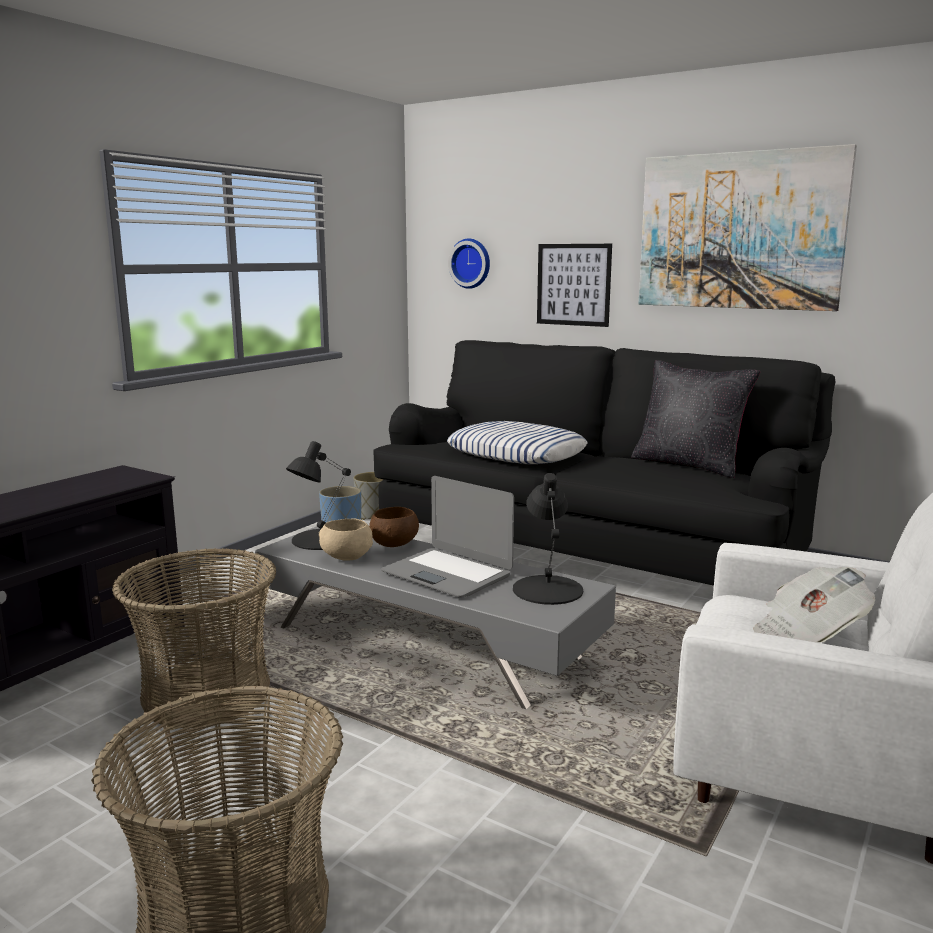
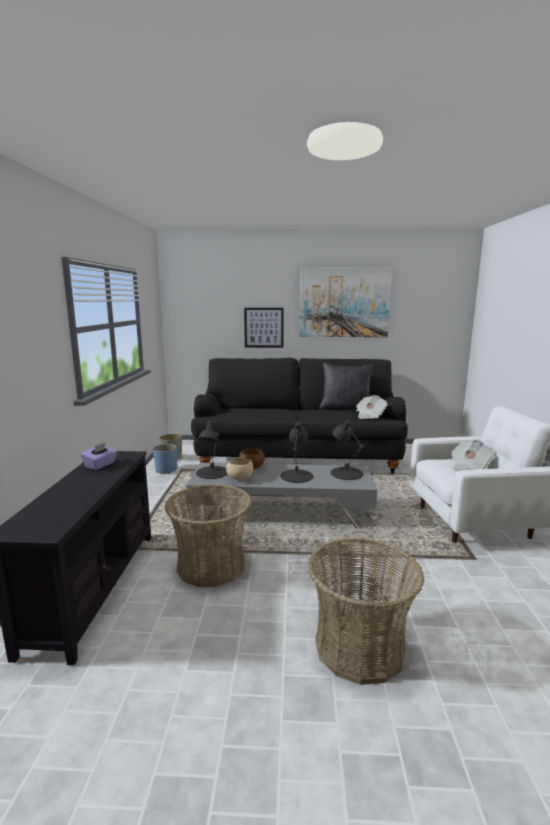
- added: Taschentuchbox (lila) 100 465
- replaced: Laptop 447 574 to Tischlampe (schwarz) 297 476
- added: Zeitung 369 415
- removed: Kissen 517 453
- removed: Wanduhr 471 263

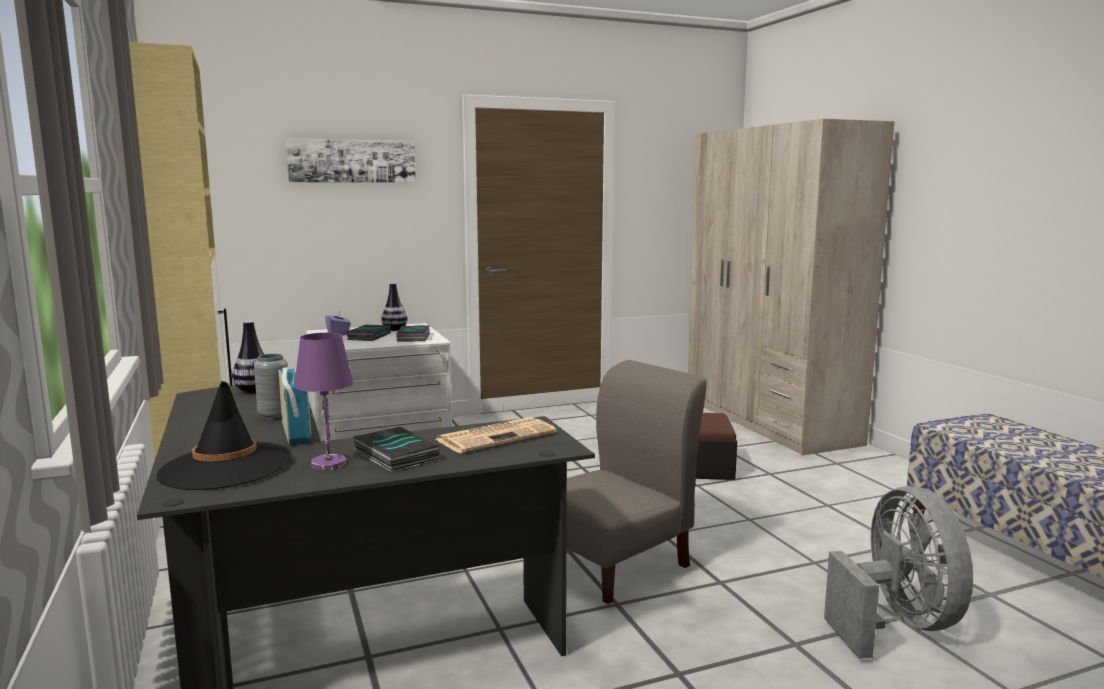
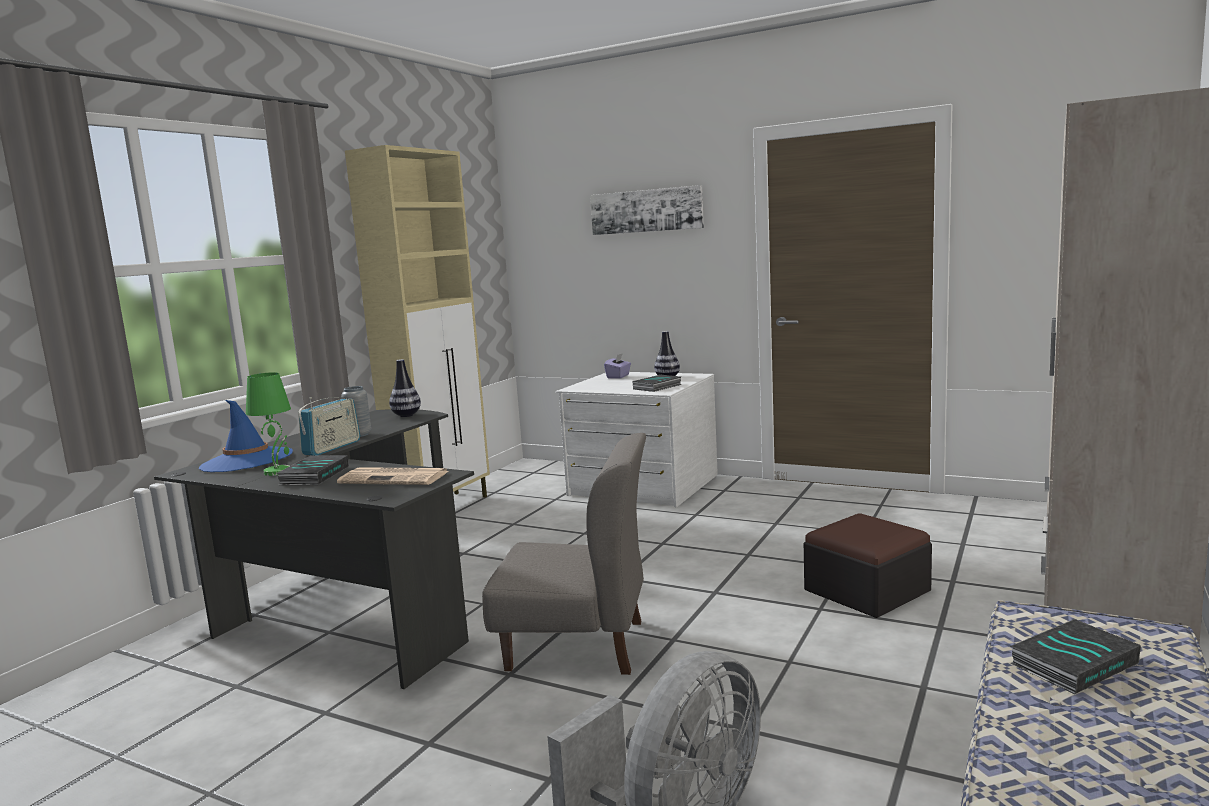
- recoloured: Hut (schwarz) 226 467 to Hut (blau) 247 461
- recoloured: Tischlampe (lila) 328 464 to Tischlampe (grün) 277 471
- moved: Buch 368 336 to 1072 662

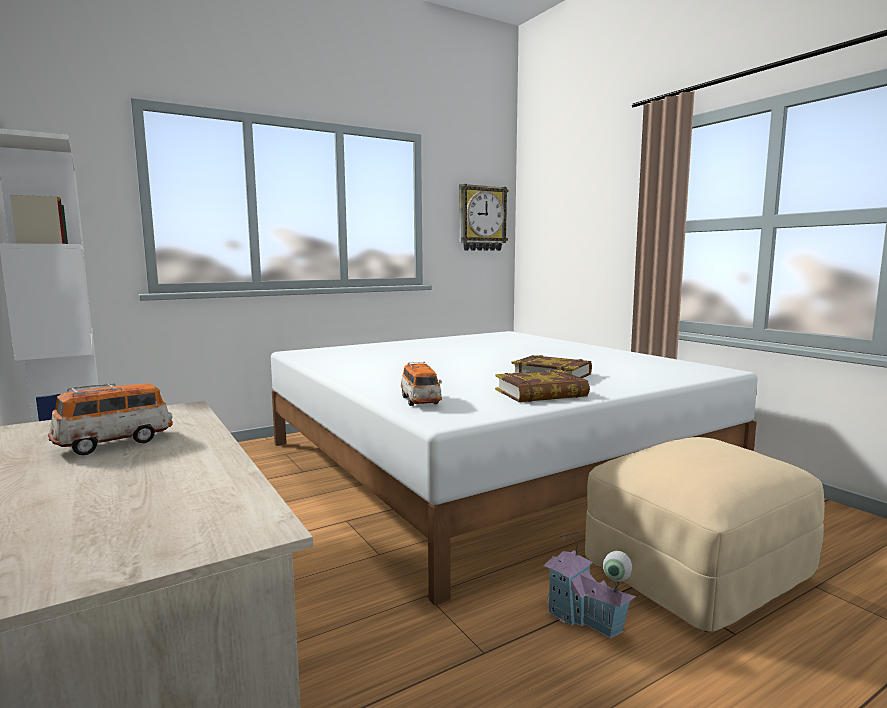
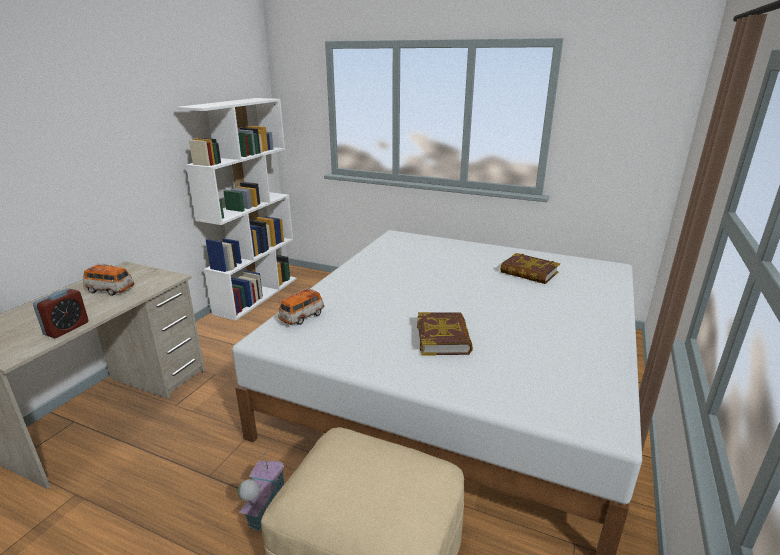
- added: Wecker 66 328
- moved: Buch 541 393 to 529 272
- removed: Wanduhr 481 218

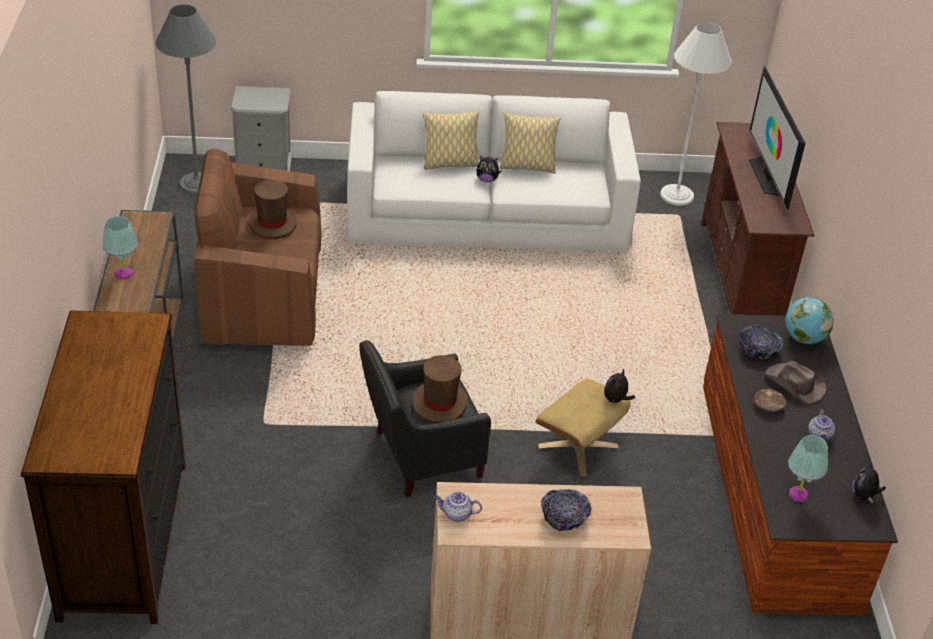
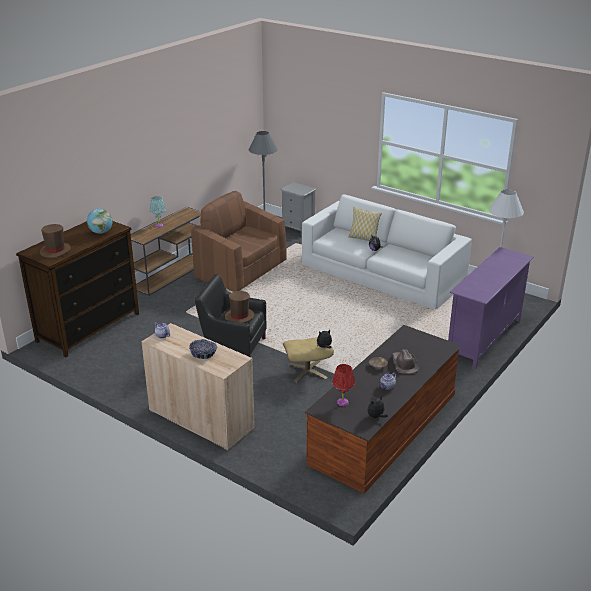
- moved: Hut (braun) 272 223 to 55 251
- moved: Globus 803 338 to 101 232
- recoloured: Tischlampe (türkis) 798 494 to Tischlampe (rot) 343 402
- recoloured: Fernsehschrank (braun) 740 276 to Fernsehschrank (lila) 484 339
- removed: Kissen 527 166
- removed: Schüssel 758 349
- removed: Fernseher 768 176

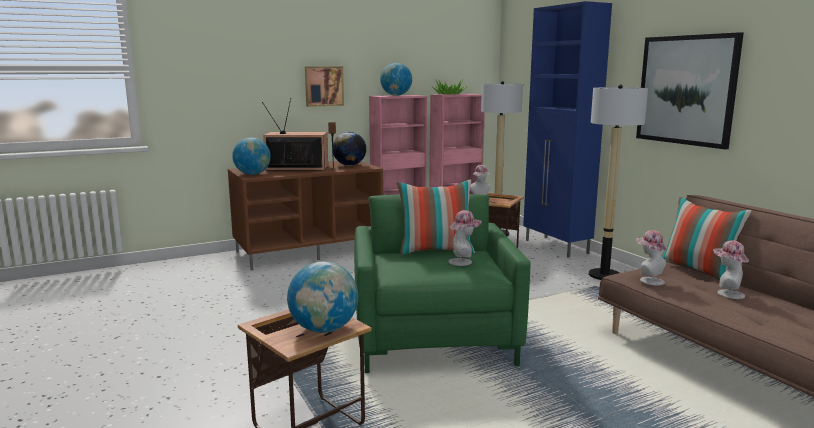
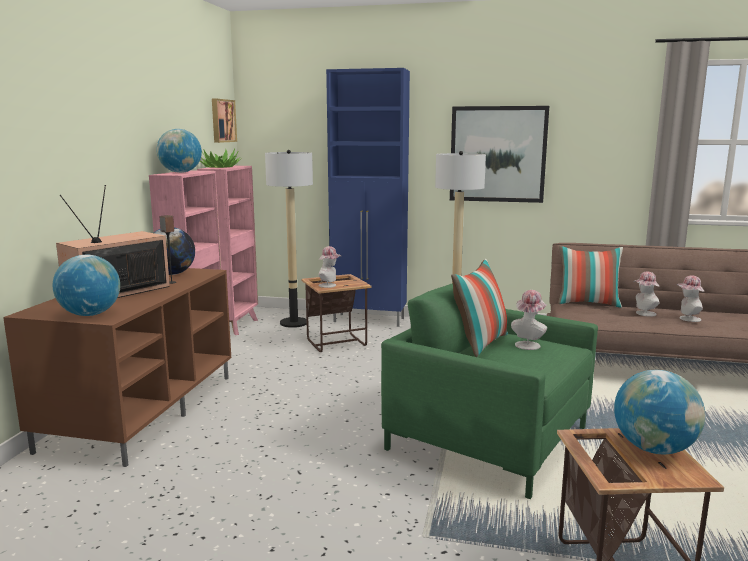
- moved: Bild 324 86 to 222 121
- moved: Hut 648 280 to 687 319

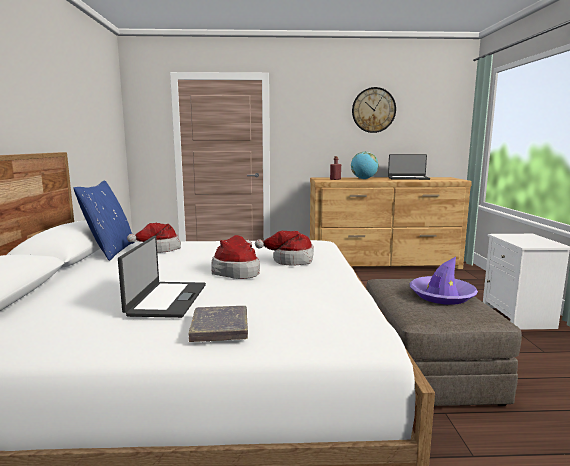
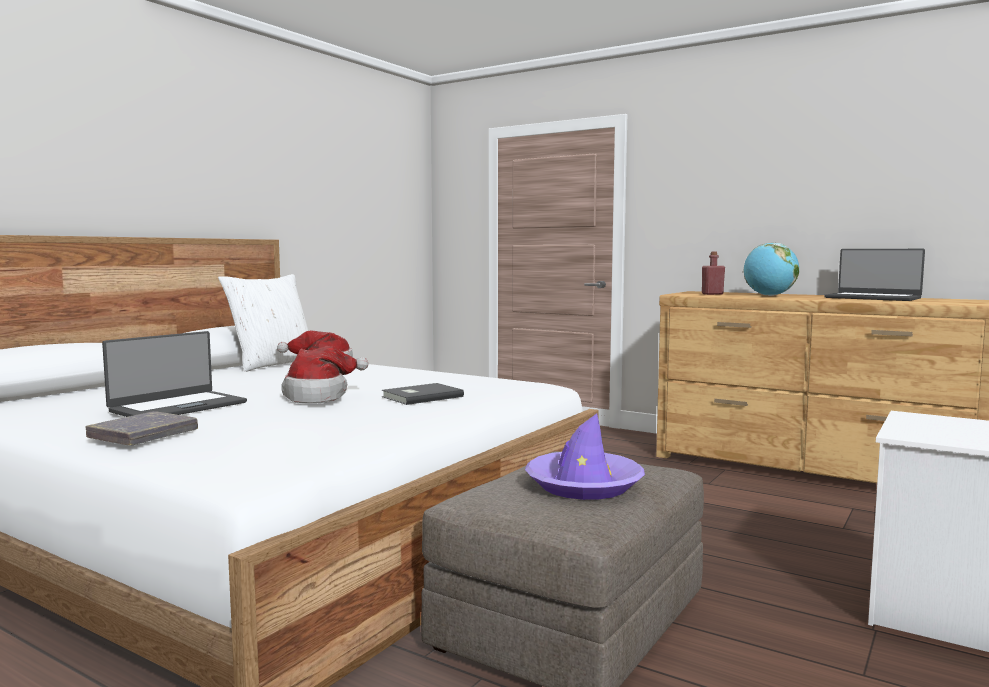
- recoloured: Kissen (blau) 110 251 to Kissen (weiß) 273 364
- replaced: Hut 291 260 to Buch (grau) 420 396
- removed: Wanduhr 373 110

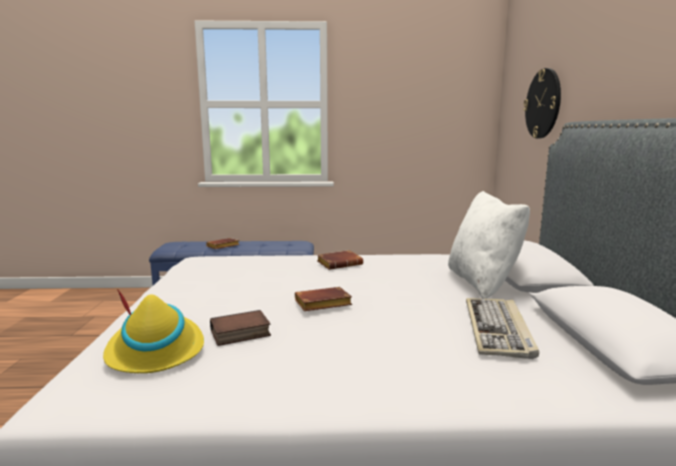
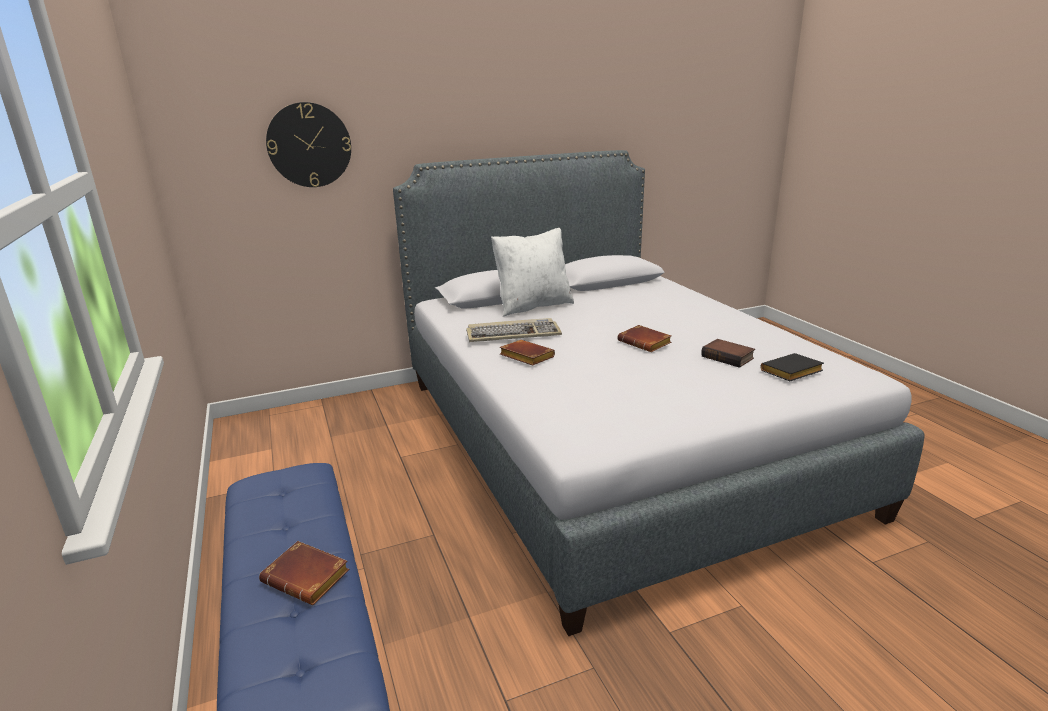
- moved: Tastatur 498 330 to 513 334
- replaced: Hut (gelb) 155 350 to Buch (schwarz) 791 373

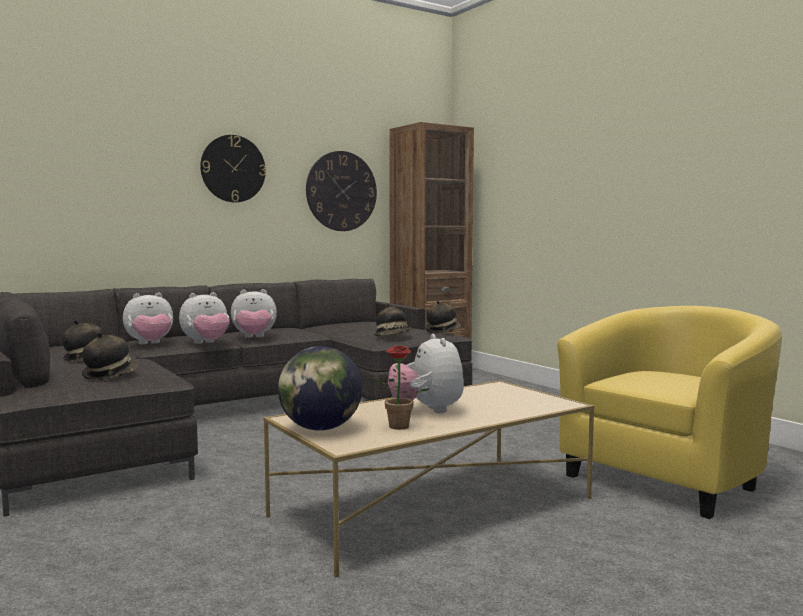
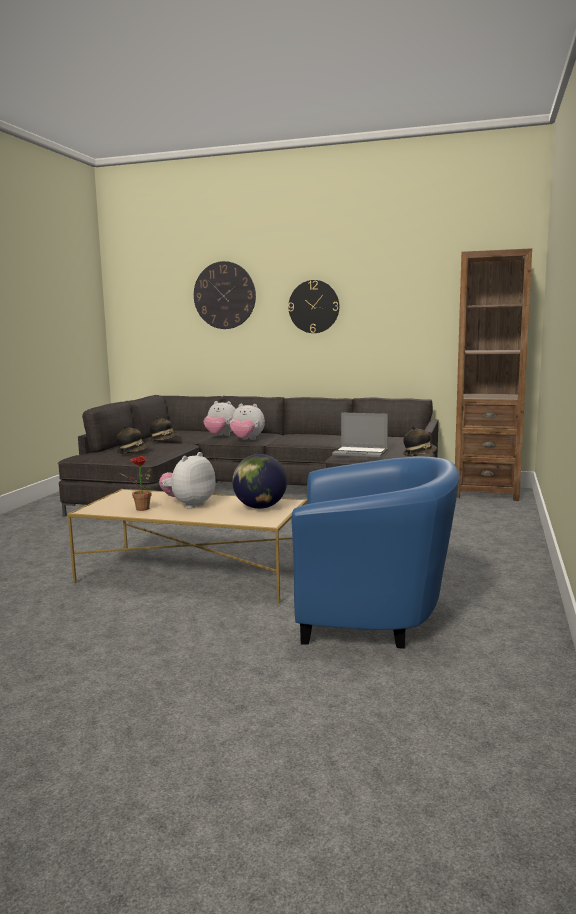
- moved: Wanduhr 341 191 to 224 295
- moved: Globus 320 428 to 259 507
- recoloured: Sessel (gelb) 668 478 to Sessel (blau) 372 615
- replaced: Hut 393 337 to Laptop 361 453
- removed: Plüschtier 254 338

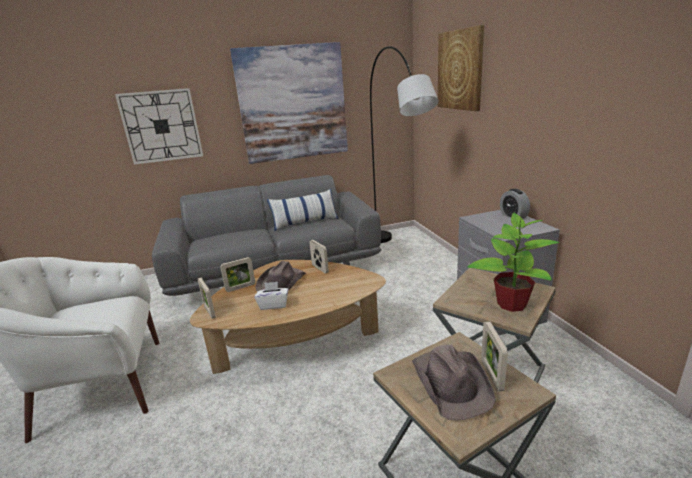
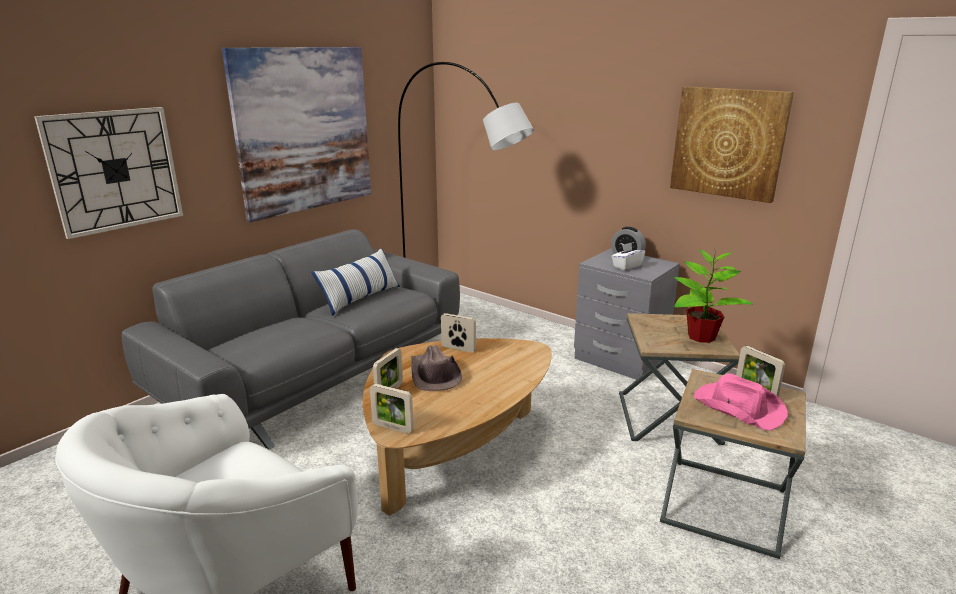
- moved: Taschentuchbox (weiß) 273 305 to 626 266
- moved: Bild 460 70 to 728 143
- recoloured: Hut (braun) 451 382 to Hut (rosa) 737 406

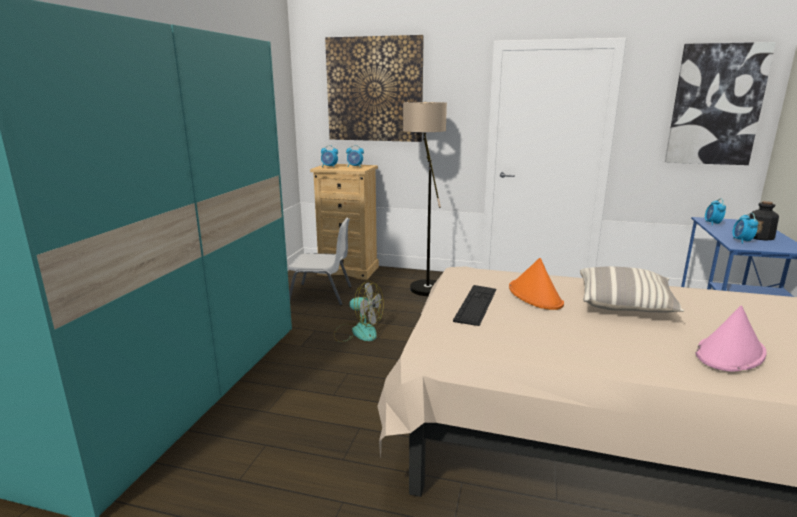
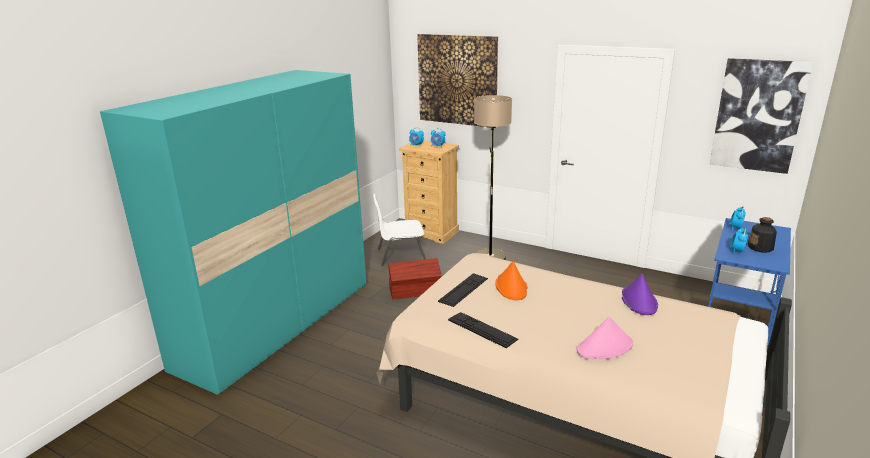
- turned: Stuhl (weiß) 321 295 = 400 255 150 degrees clockwise
- replaced: Ventilator 358 332 to Aufbewahrungsbox (braun) 415 291
- added: Tastatur 482 329
- added: Hut (lila) 638 301
- removed: Kissen 625 304

